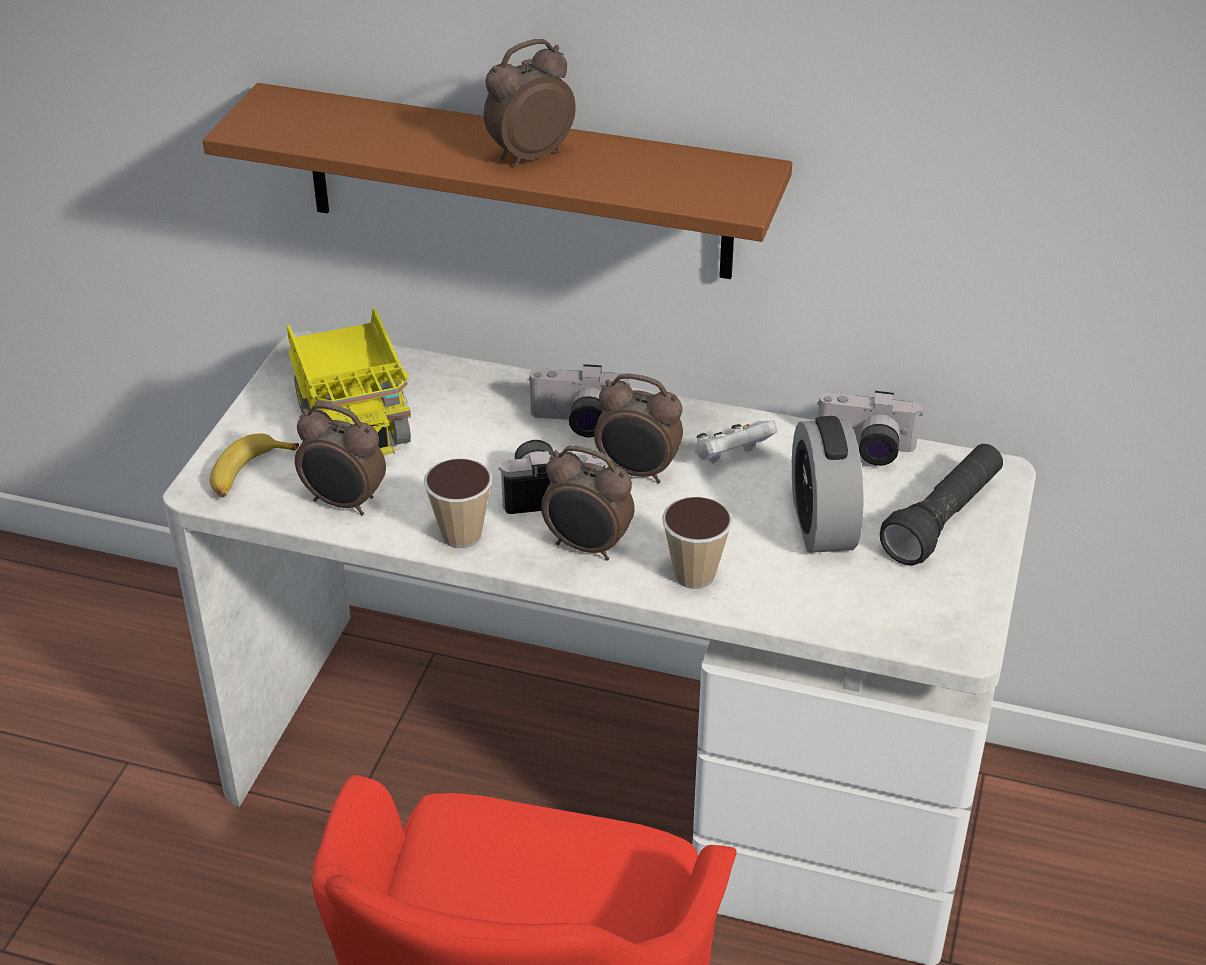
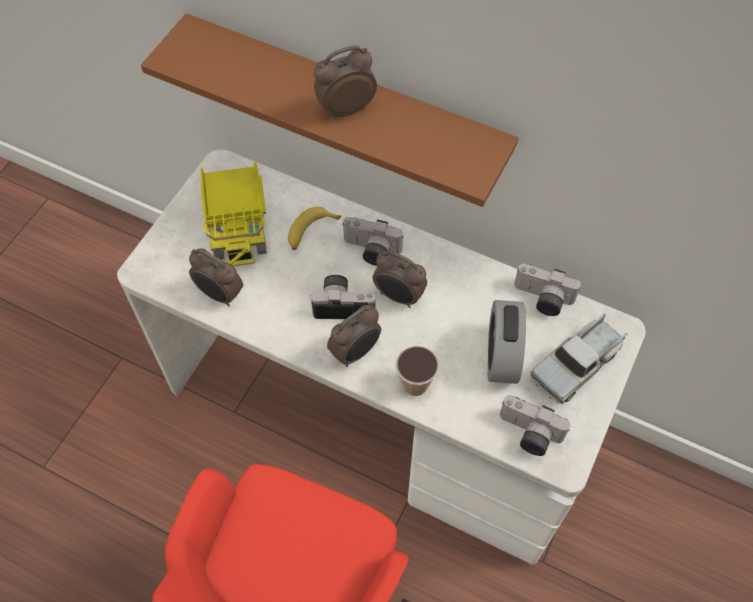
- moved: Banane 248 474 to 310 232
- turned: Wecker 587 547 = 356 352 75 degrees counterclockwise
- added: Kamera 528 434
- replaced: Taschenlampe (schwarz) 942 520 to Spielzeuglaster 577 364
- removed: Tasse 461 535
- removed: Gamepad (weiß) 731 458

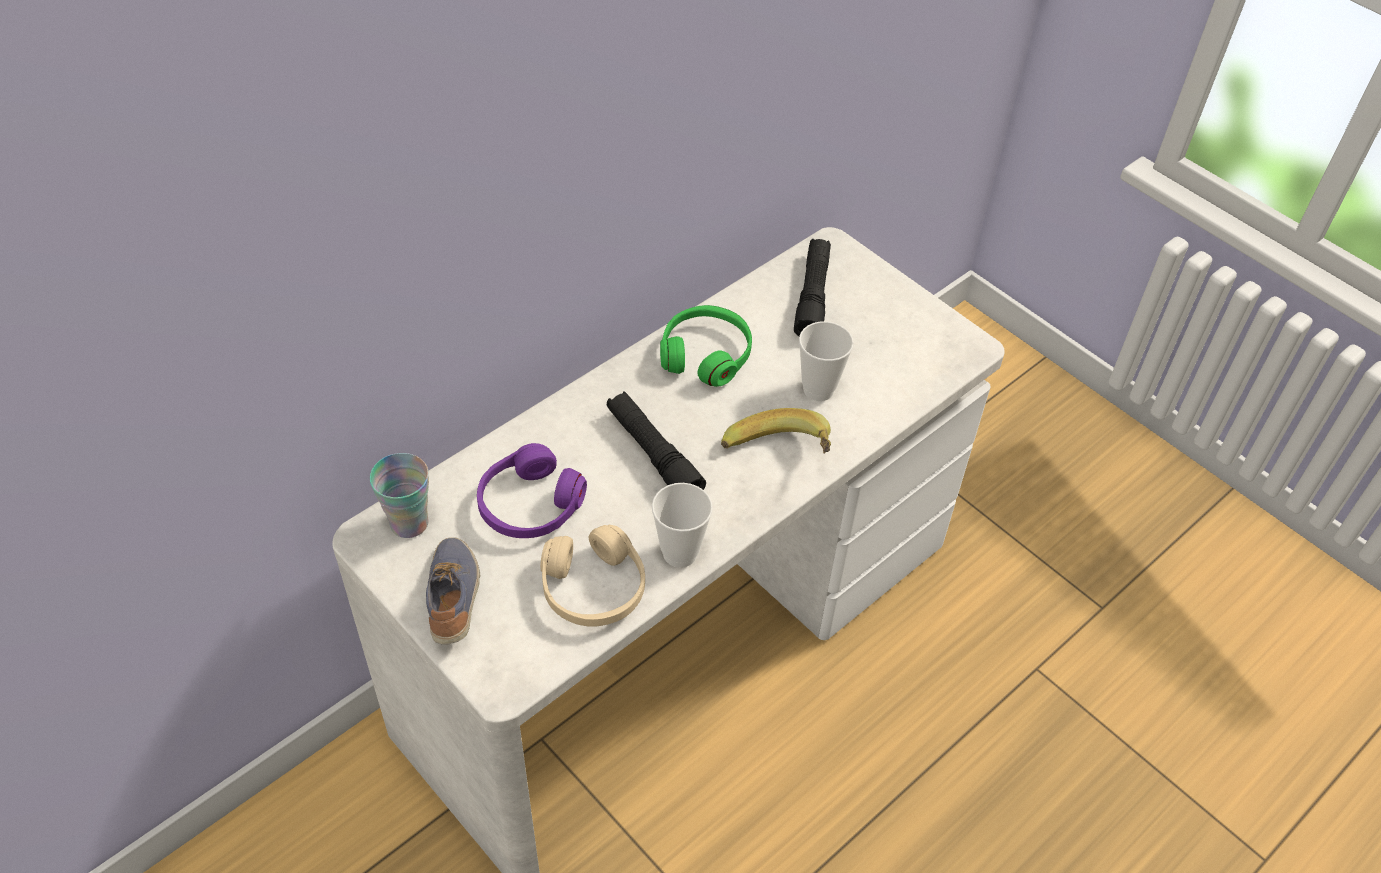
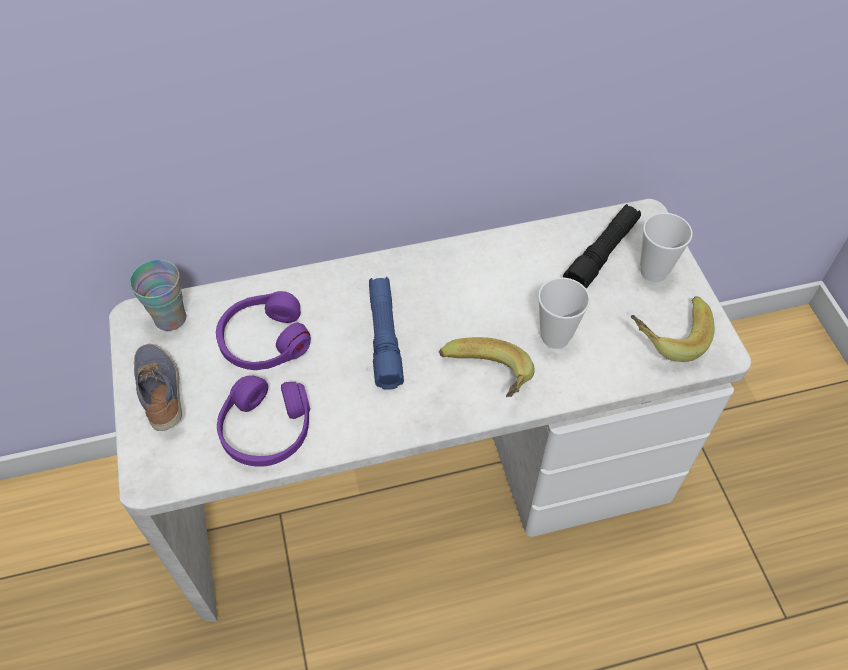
- turned: Schuh 455 598 = 162 392 45 degrees counterclockwise
- recoloured: Kopfhörer (beige) 593 588 to Kopfhörer (lila) 266 429
- recoloured: Taschenlampe (schwarz) 653 454 to Taschenlampe (blau) 384 337
- added: Banane 666 335
- moved: Tasse 680 553 to 653 272
- removed: Kopfhörer (grün) 705 354

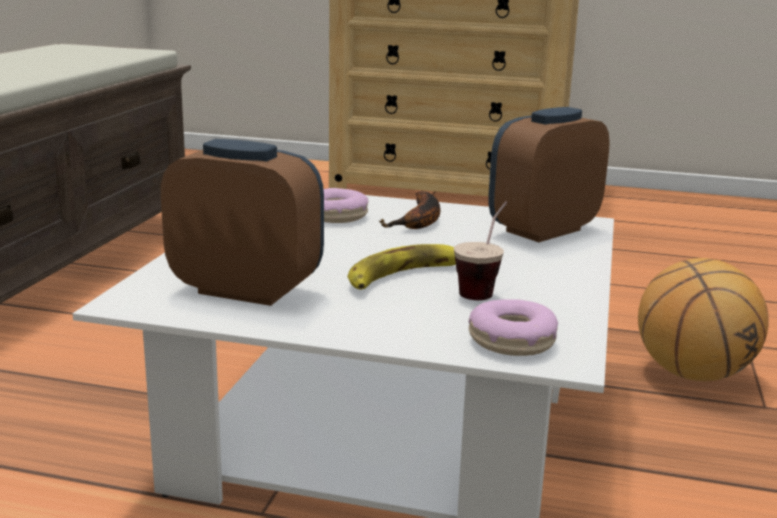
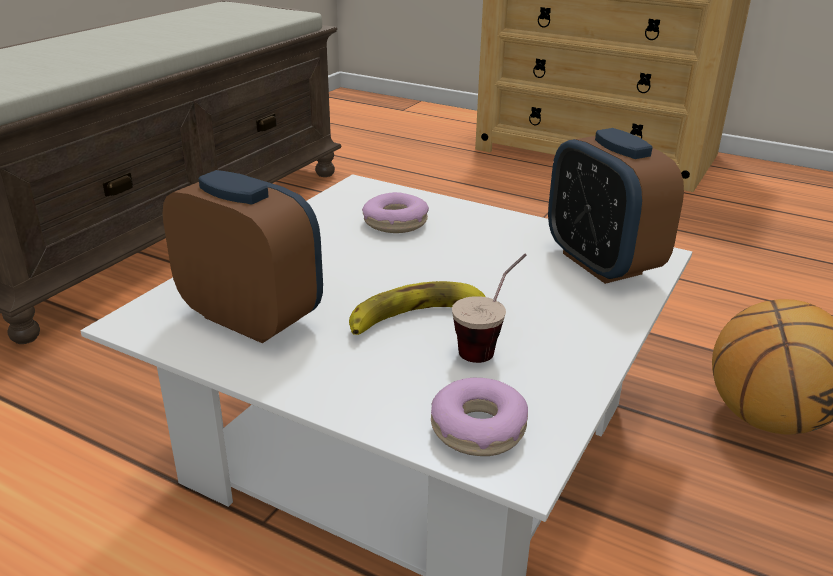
- turned: Wecker 543 230 = 601 263 90 degrees counterclockwise
- removed: Banane 420 221

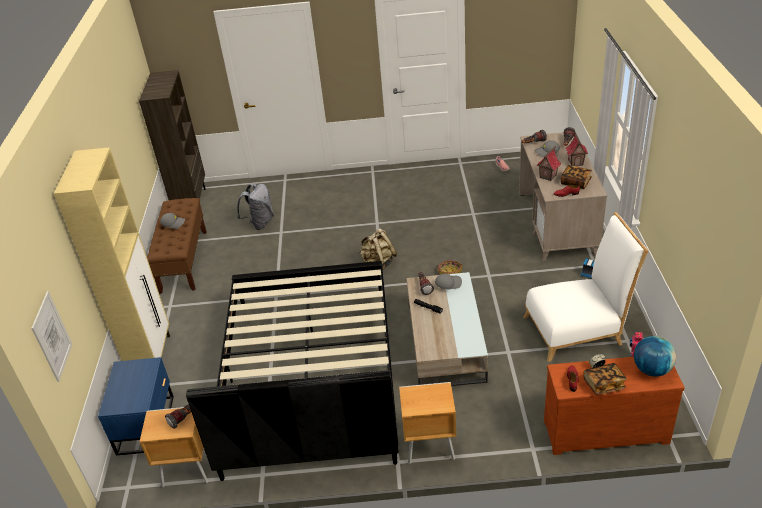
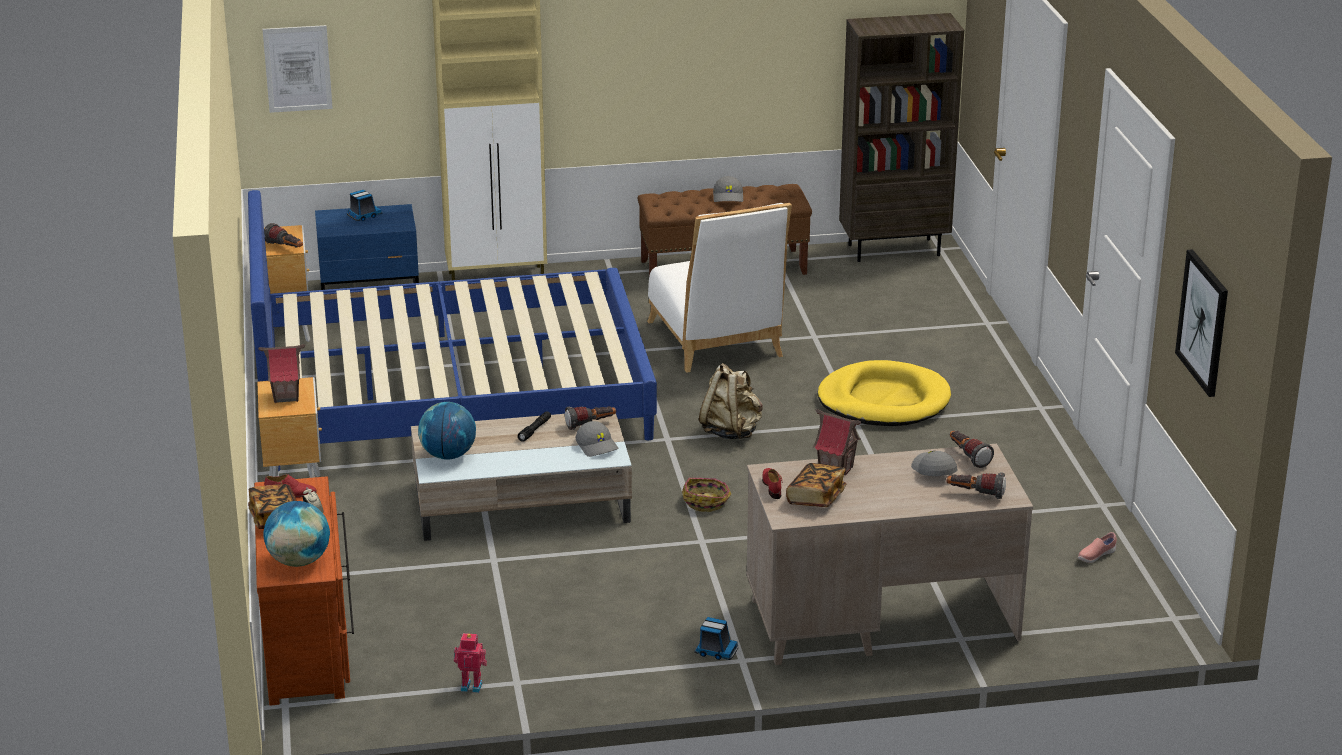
- recoloured: Bett (schwarz) 309 375 to Bett (blau) 452 394
- moved: Spielzeughaus 575 163 to 286 397
- added: Spielzeuglaster 364 216
- added: Globus 448 455
- moved: Stuhl (weiß) 578 329 to 717 343
- added: Hundebett (gelb) 883 400
- added: Bild 1203 322
- removed: Rucksack (grau) 260 223

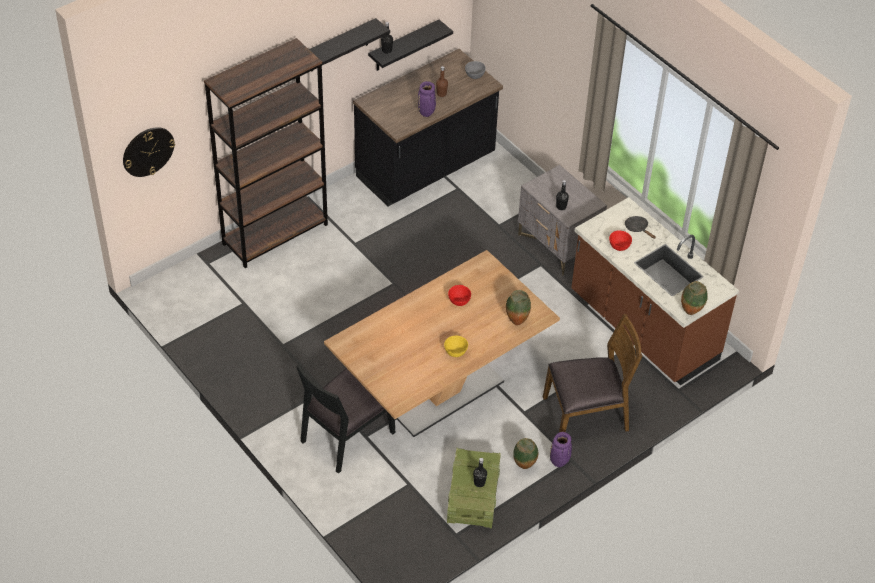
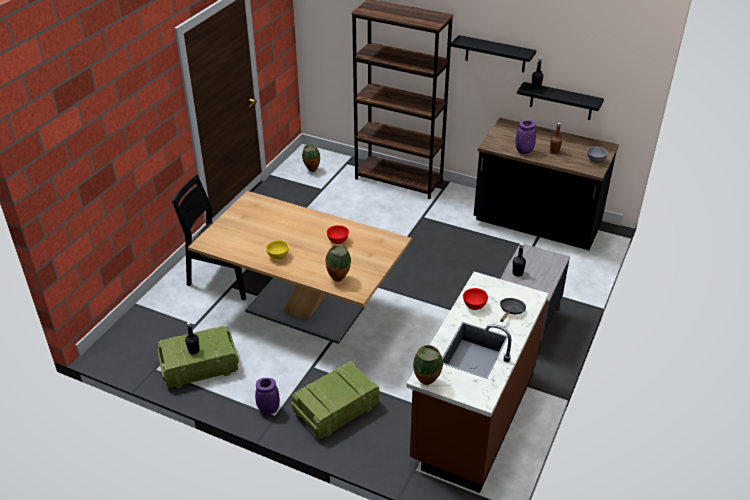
- replaced: Stuhl (braun) 586 415 to Kiste 335 410
- moved: Vase 524 467 to 311 171
- removed: Wanduhr 148 151

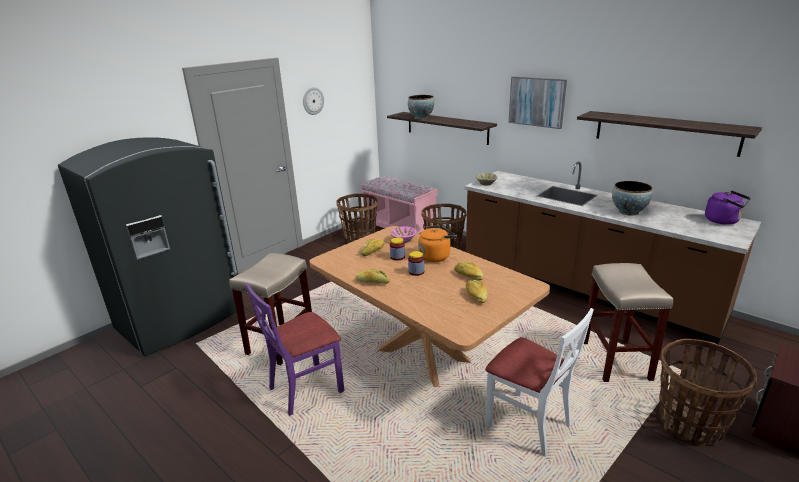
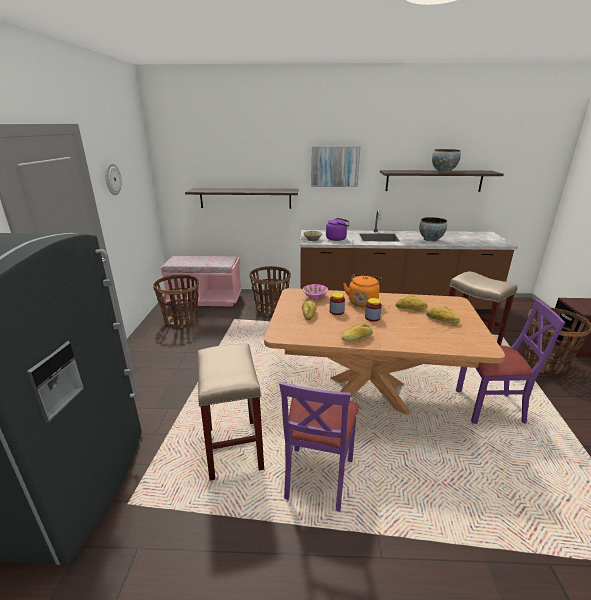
- moved: Wasserkessel (lila) 723 221 to 337 238
- moved: Schüssel 421 117 to 443 171
- recoloured: Stuhl (weiß) 528 424 to Stuhl (lila) 489 407

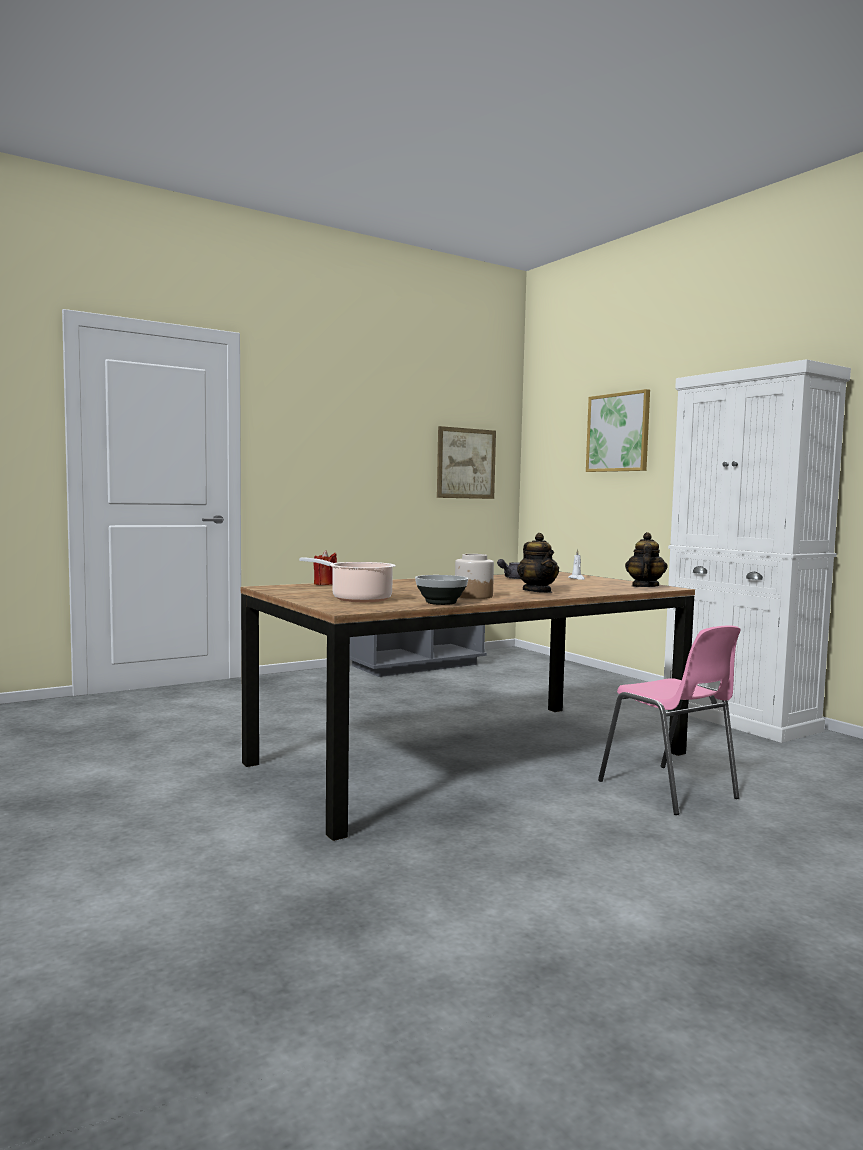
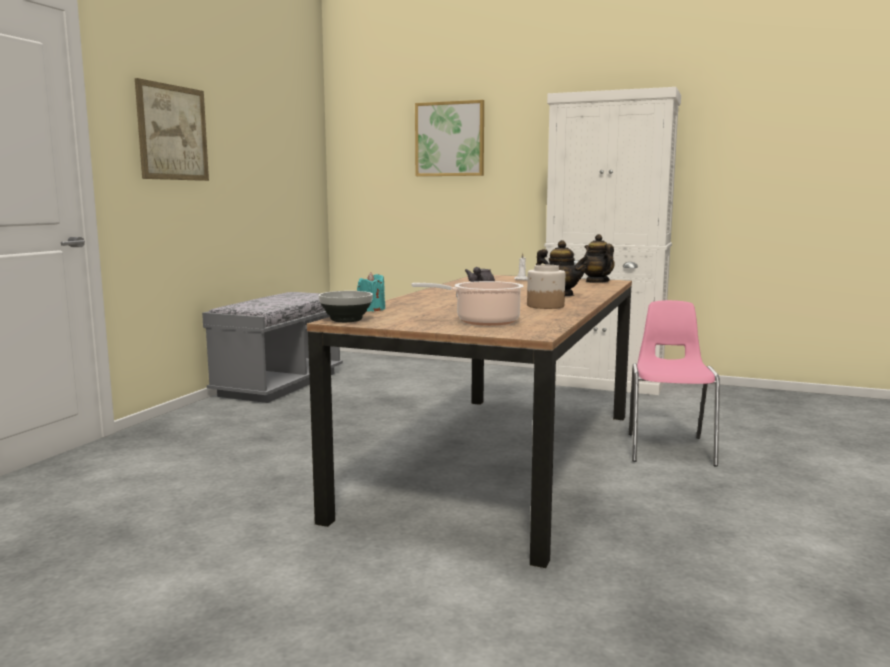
- moved: Bild 466 463 to 172 132
- moved: Schüssel 440 603 to 345 320
- recoloured: Kerze (rot) 325 584 to Kerze (türkis) 372 310
- turned: Stuhl (rosa) 670 791 = 669 448 105 degrees counterclockwise

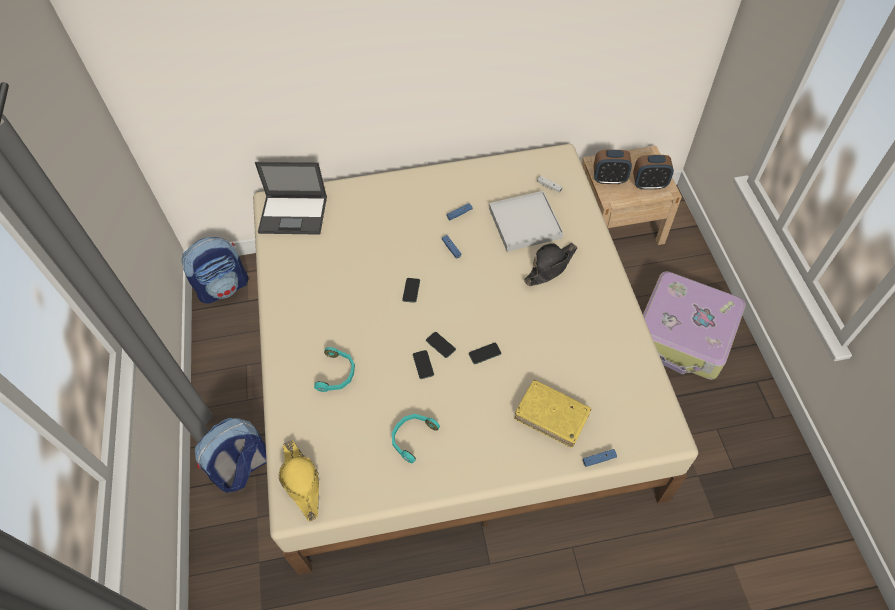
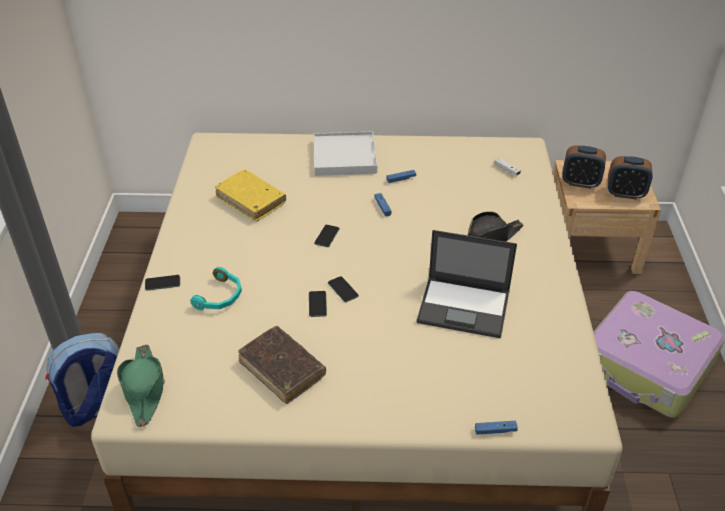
- recoloured: Hut (gelb) 301 482 to Hut (grün) 144 389
- moved: Handy 485 353 to 162 283
- moved: Buch (gelb) 551 416 to 251 200
- replaced: Kopfhörer (türkis) 412 437 to Buch (braun) 282 369
- moved: Tablett (weiß) 524 223 to 344 156
- moved: Laptop 294 214 to 465 307
- removed: Rucksack 224 287

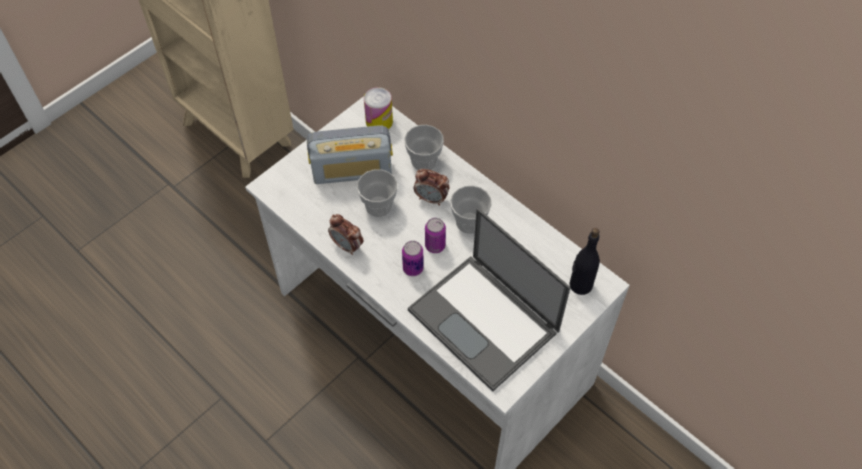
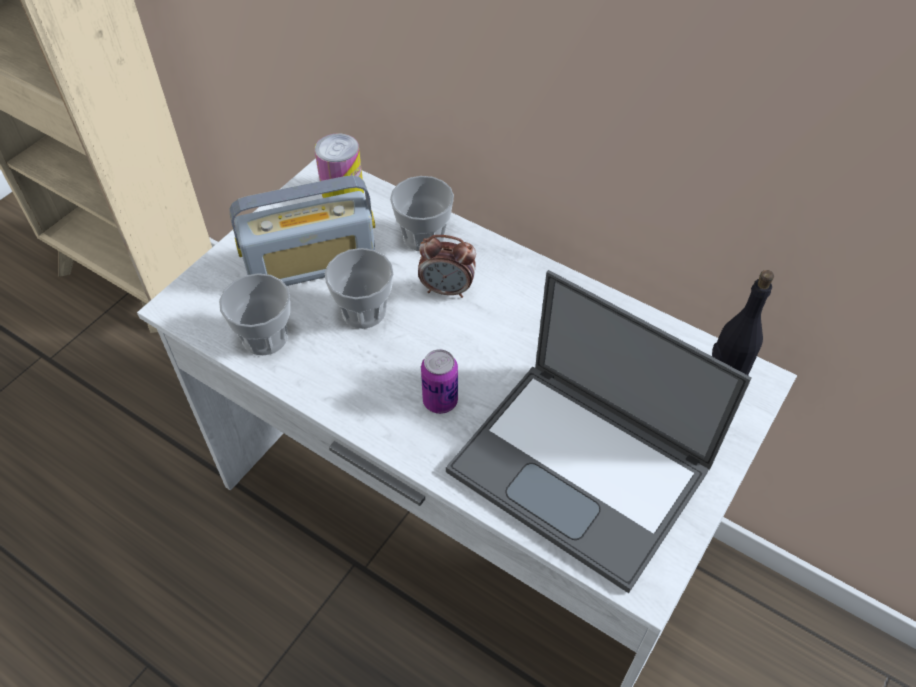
- moved: Tasse 469 222 to 265 337
- removed: Wecker 347 246
- removed: Dose 435 246

